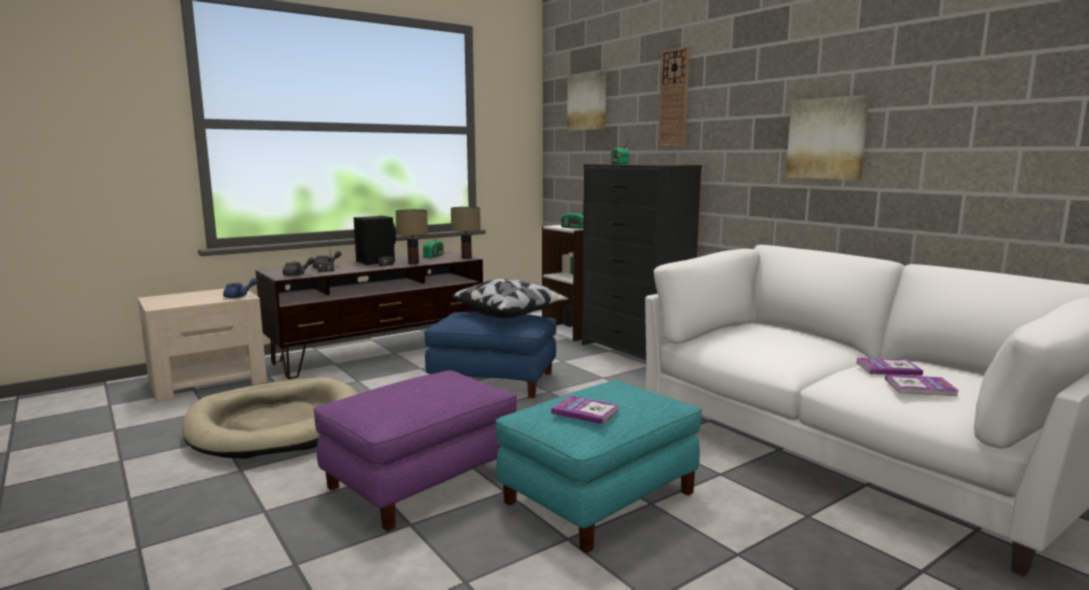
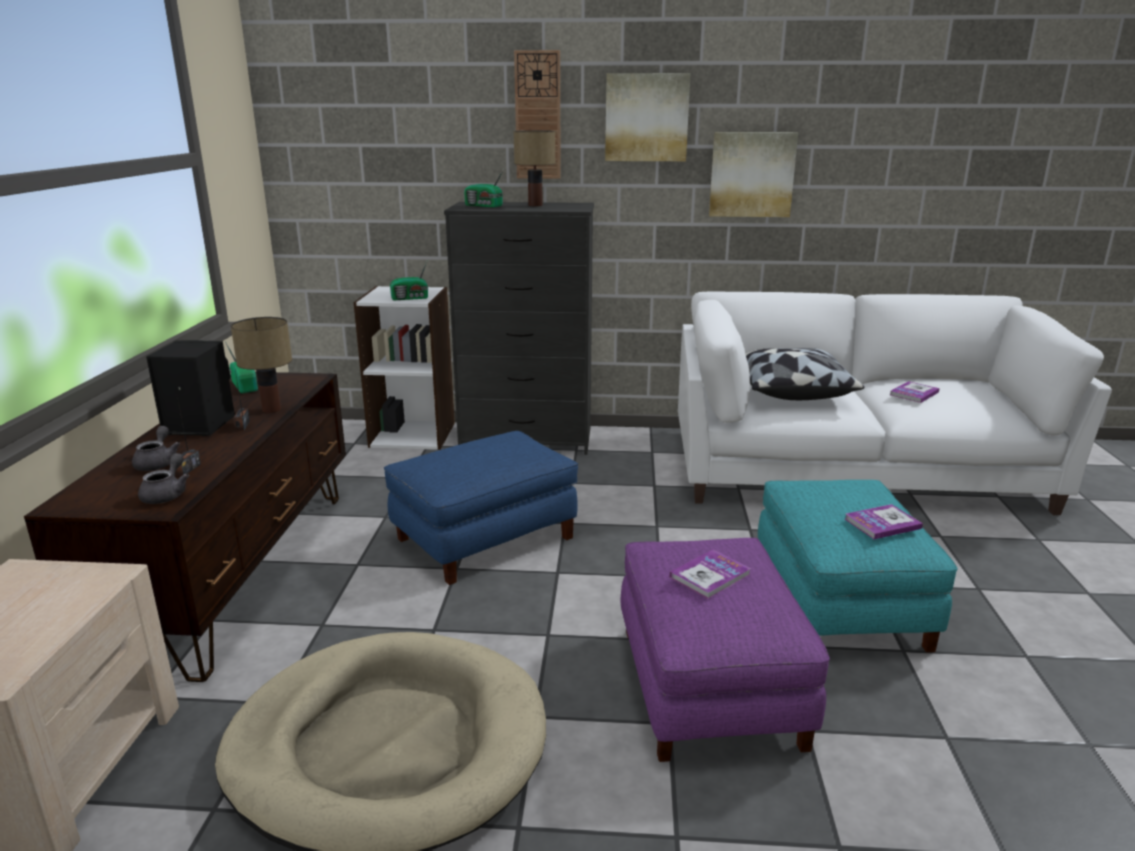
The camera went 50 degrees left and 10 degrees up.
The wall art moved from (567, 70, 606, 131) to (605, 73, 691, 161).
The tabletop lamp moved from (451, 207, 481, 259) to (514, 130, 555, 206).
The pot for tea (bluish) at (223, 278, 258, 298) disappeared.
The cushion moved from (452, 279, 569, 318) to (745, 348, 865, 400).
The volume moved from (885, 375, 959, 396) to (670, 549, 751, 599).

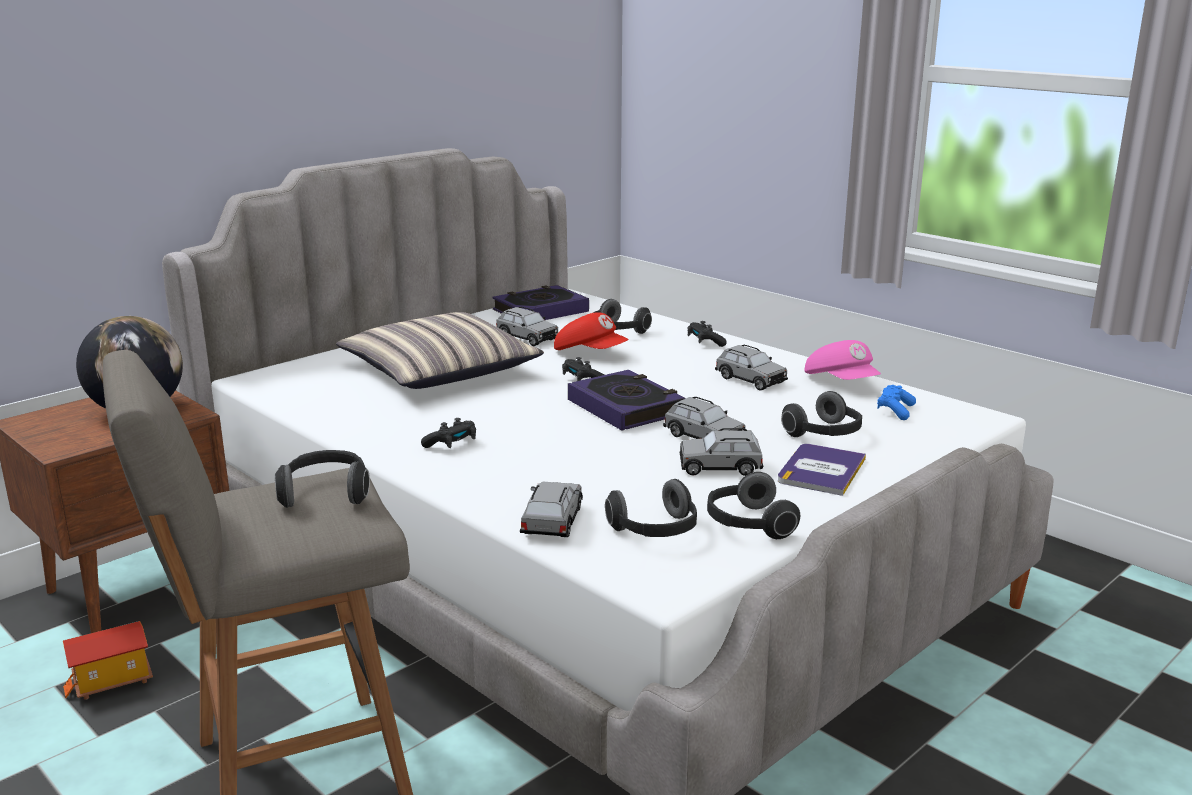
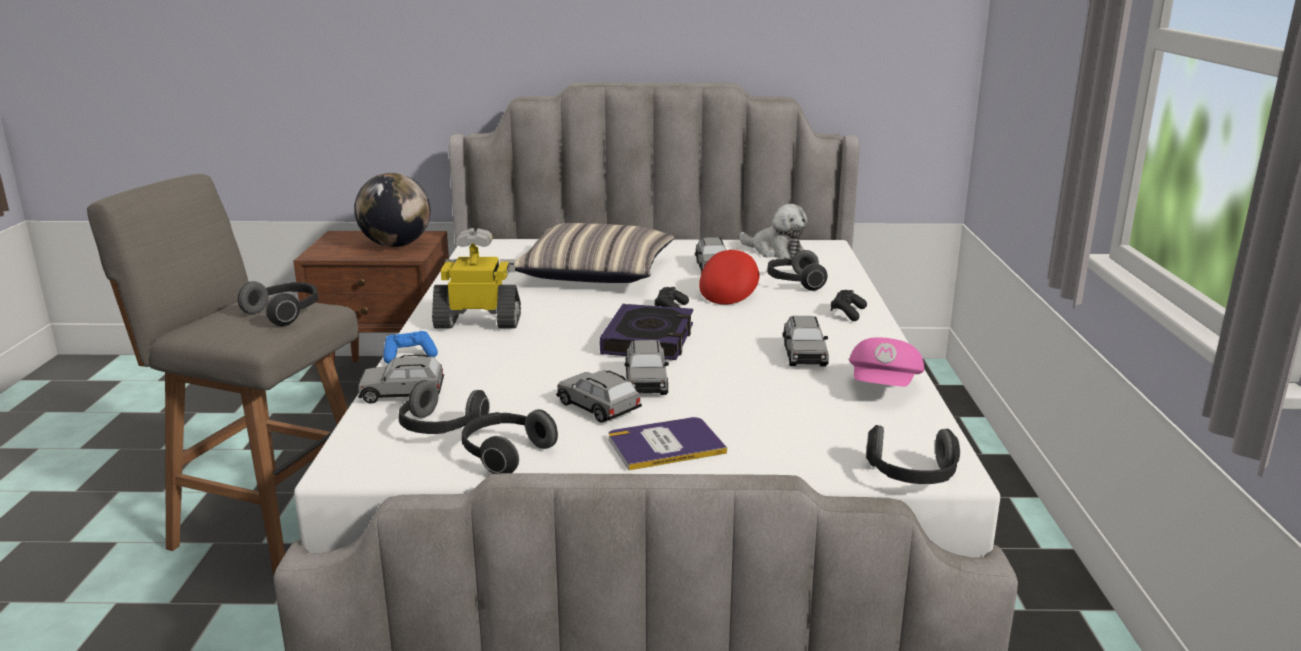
The camera went 45 degrees right and 0 degrees up.
The volume at (492, 285, 589, 320) was replaced by the plush toy at (739, 204, 808, 259).
The cap (reddish) at (554, 312, 629, 350) turned 150 degrees counterclockwise.
The gamepad (bluish) moved from (877, 385, 916, 420) to (383, 331, 438, 364).
The pair of headphones moved from (781, 391, 862, 437) to (866, 425, 960, 484).
The gamepad (blackish) at (421, 418, 476, 448) was replaced by the robot figure at (432, 228, 521, 328).
The miniature car (gray) at (520, 481, 583, 537) turned 150 degrees counterclockwise.
The model house at (63, 621, 153, 700) disappeared.

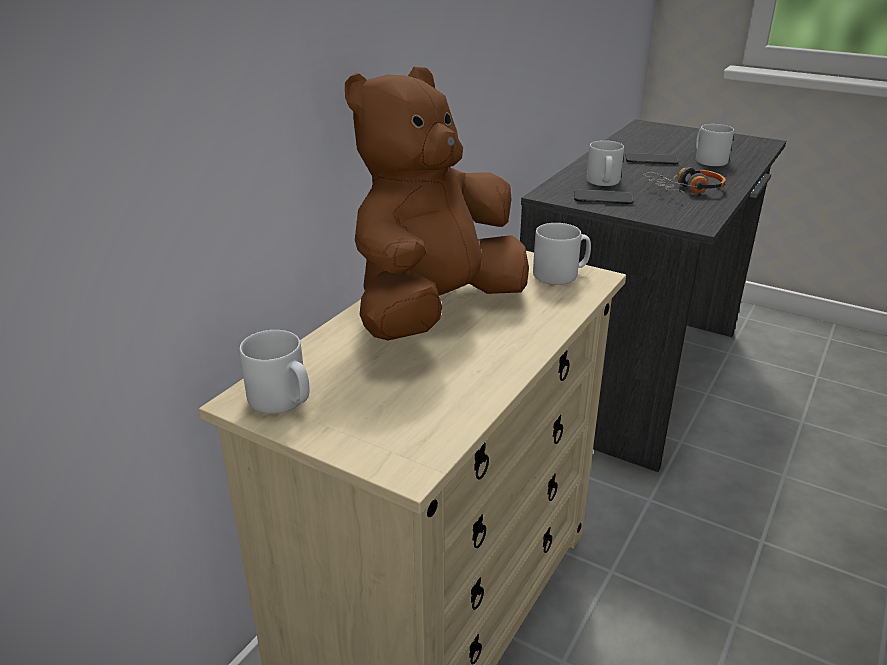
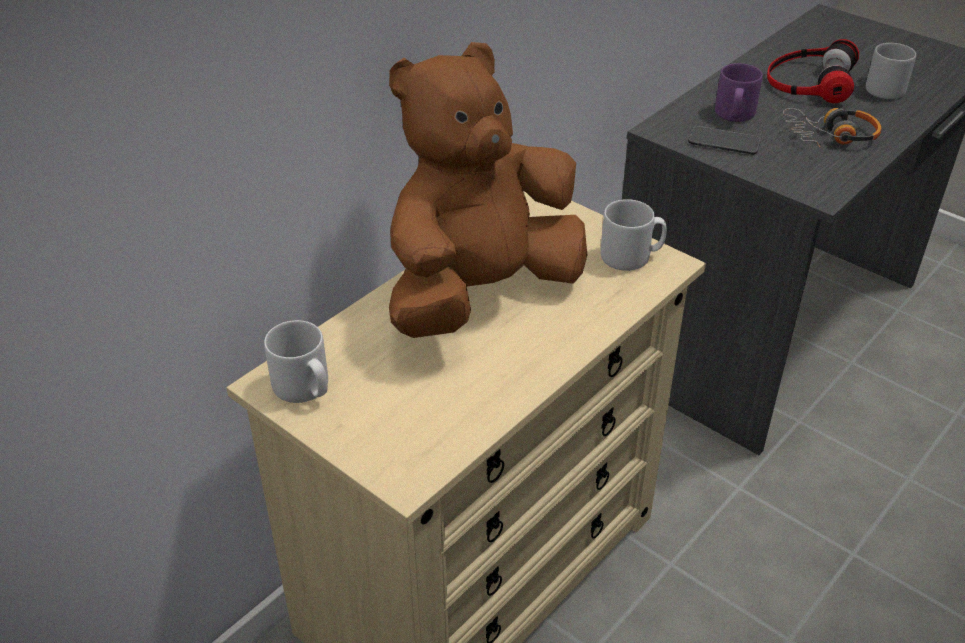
The camera went 10 degrees right and 10 degrees up.
The coffee mug (gray) at (586, 140, 624, 186) became the coffee mug (purple) at (715, 63, 763, 122).
The phone at (626, 153, 679, 164) was replaced by the pair of headphones at (767, 39, 859, 103).

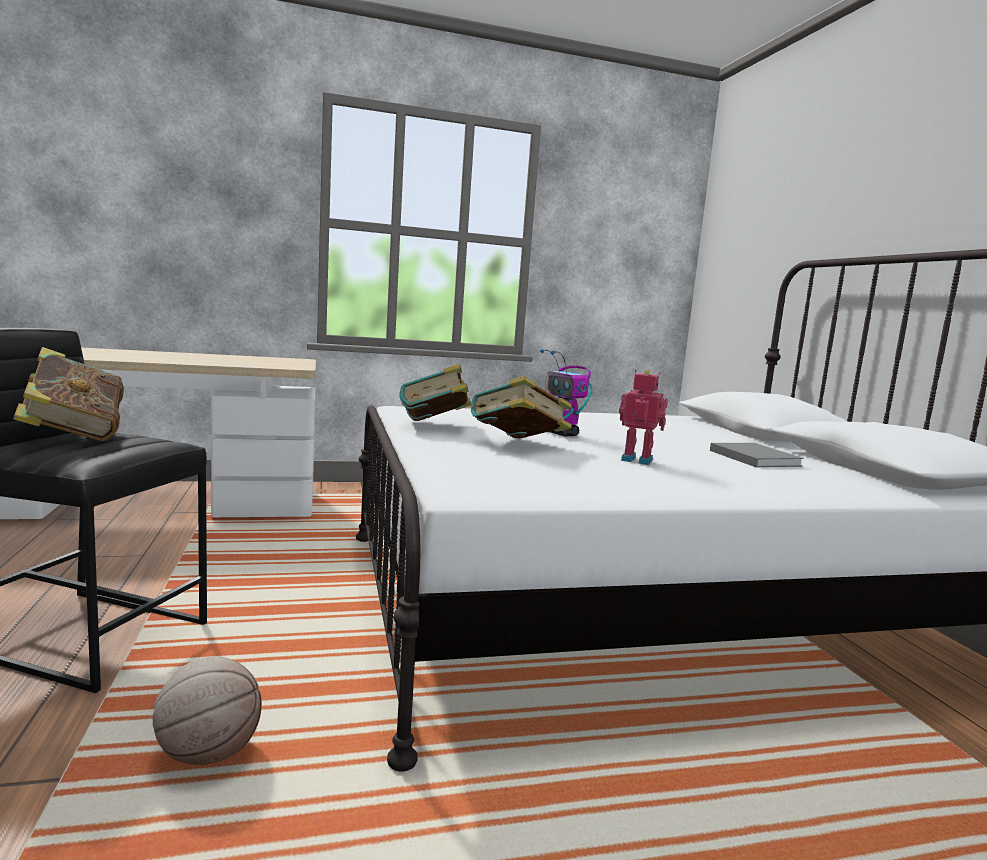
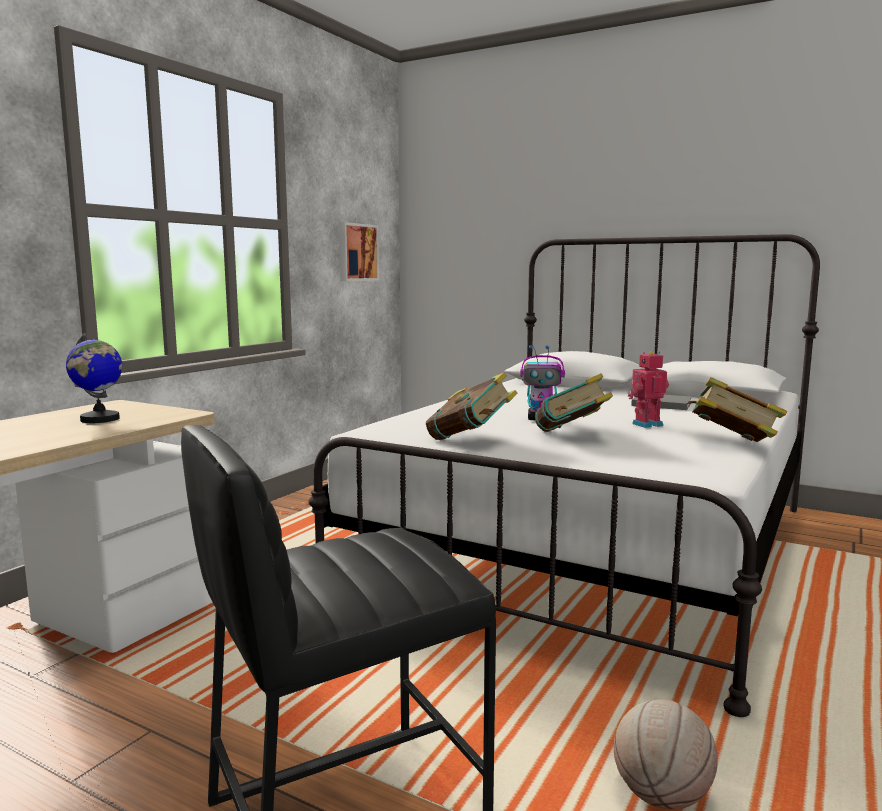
The camera went 45 degrees left and 0 degrees up.
The volume moved from (13, 347, 124, 441) to (687, 377, 787, 442).
The wall art at (339, 222, 379, 281) appeared.
The desk globe at (66, 333, 122, 423) appeared.

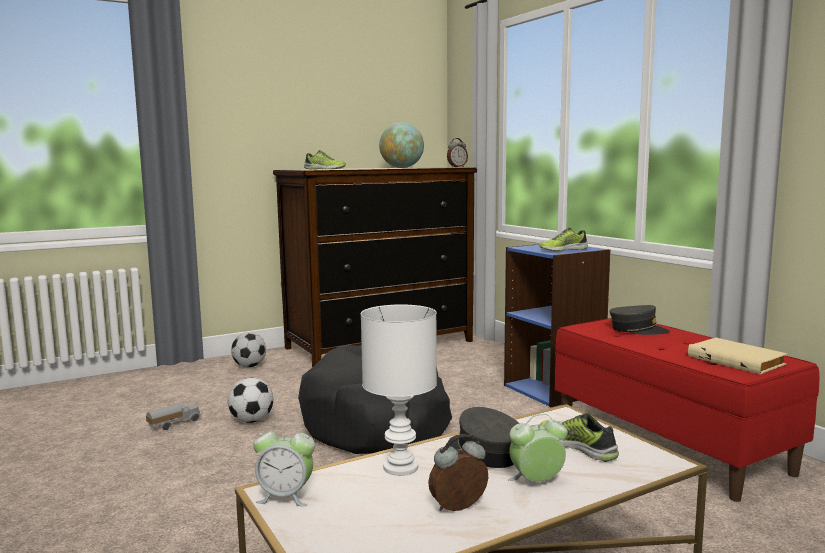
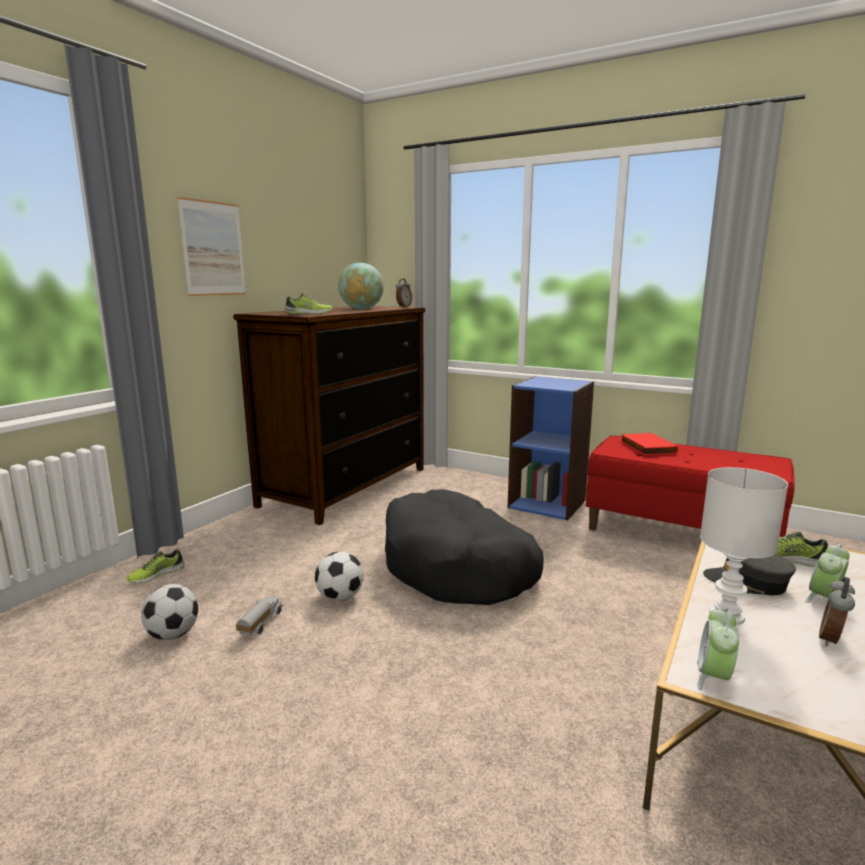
The camera went 30 degrees left and 5 degrees up.
The item of footwear moved from (539, 227, 588, 251) to (127, 549, 185, 583).
The cap (gray) at (609, 305, 670, 335) was replaced by the volume (reddish) at (620, 433, 678, 455).
The ball for football moved from (231, 332, 266, 367) to (141, 584, 198, 640).
The volume (sand-coloured) at (688, 338, 787, 375) disappeared.
The alarm clock at (253, 423, 315, 506) turned 135 degrees clockwise.
The wall art at (177, 197, 246, 296) appeared.

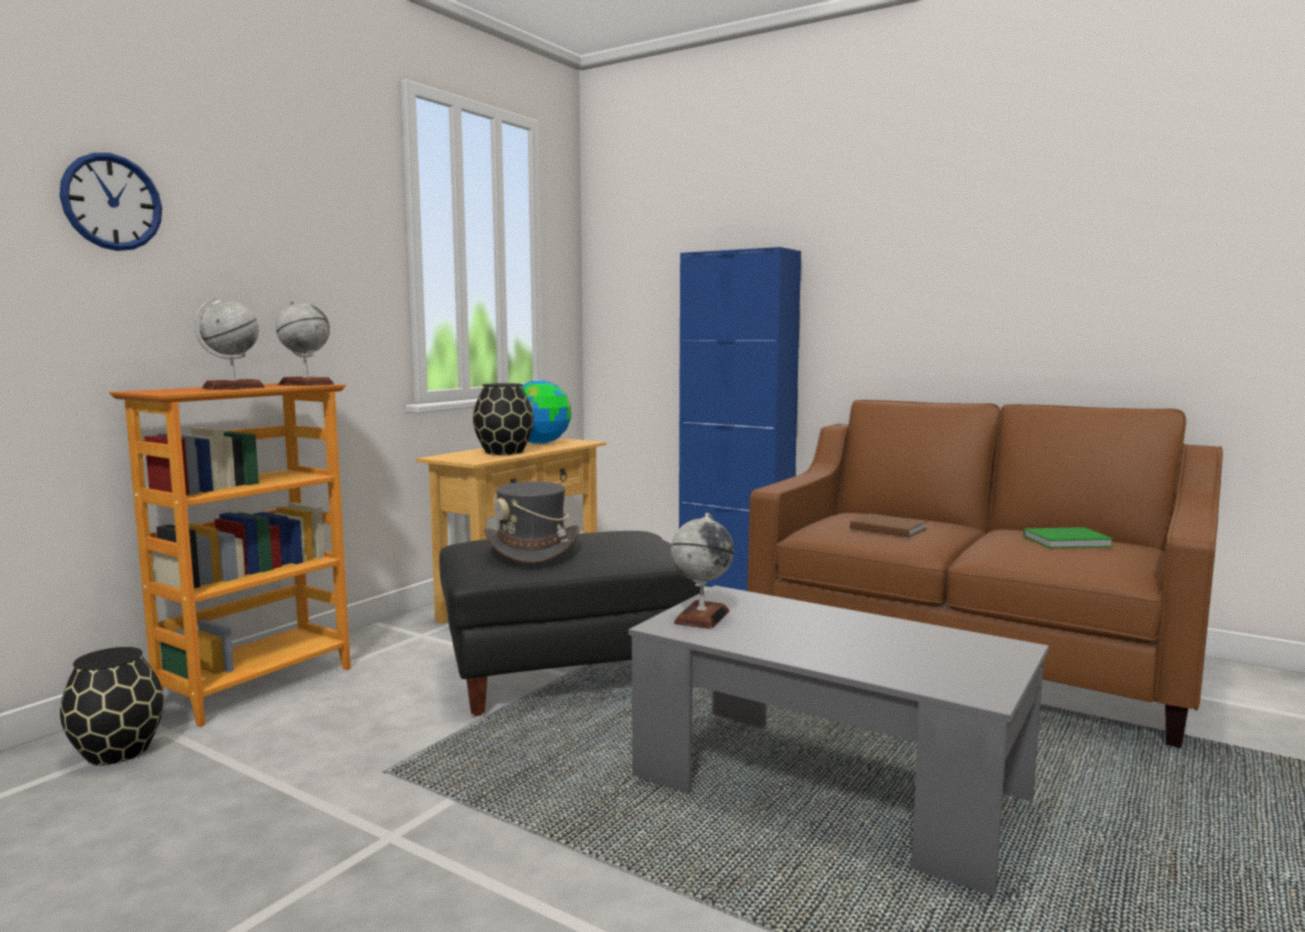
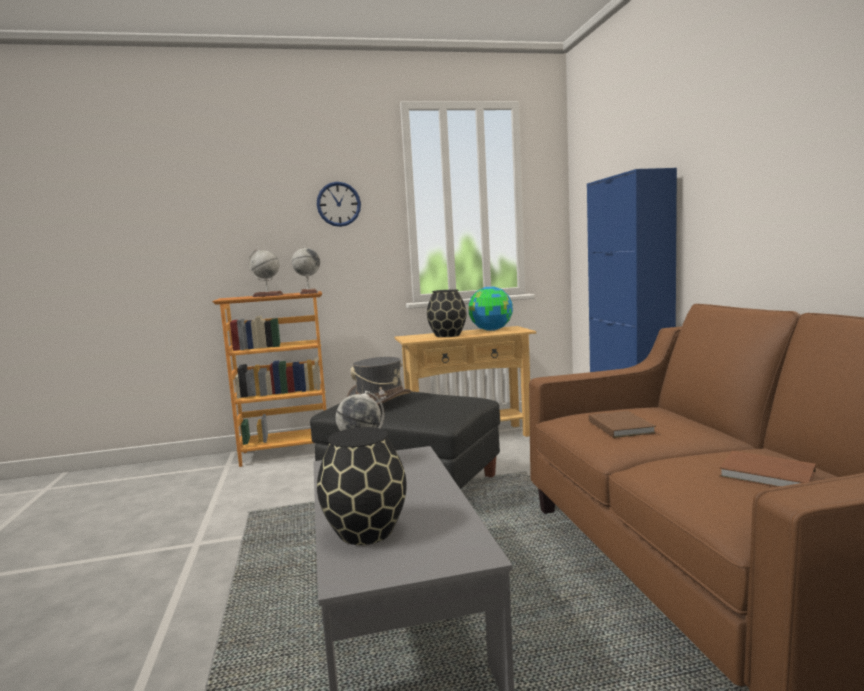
The camera went 45 degrees right and 0 degrees up.
The hanging clock moved from (60, 153, 162, 251) to (317, 182, 361, 227).
The volume (green) at (1023, 527, 1114, 549) became the volume (brownish) at (719, 451, 816, 487).
The decorative vase (blackish) moved from (60, 647, 164, 765) to (317, 427, 407, 545).

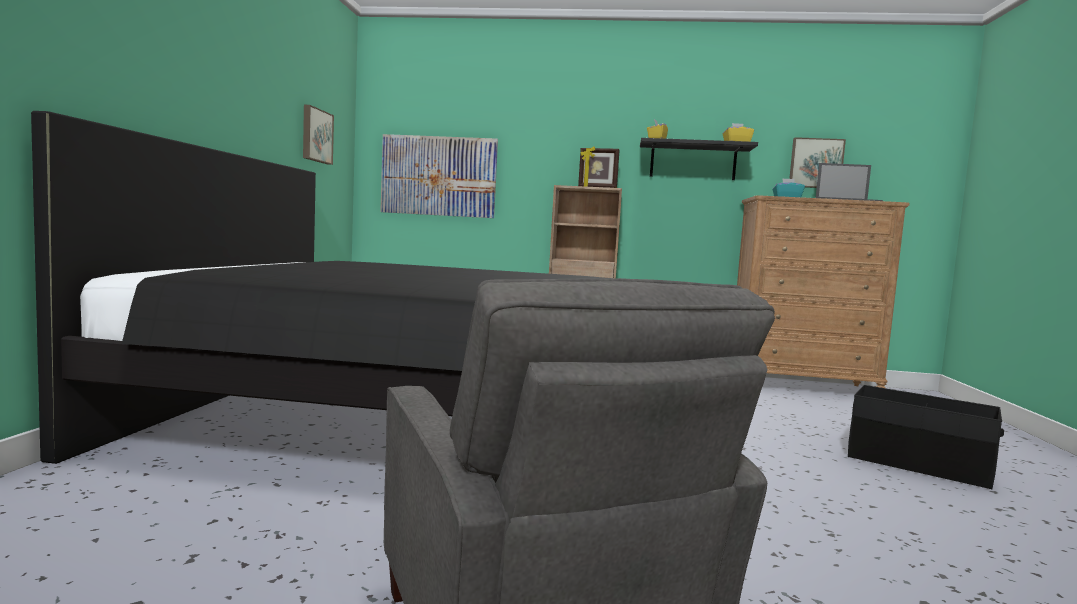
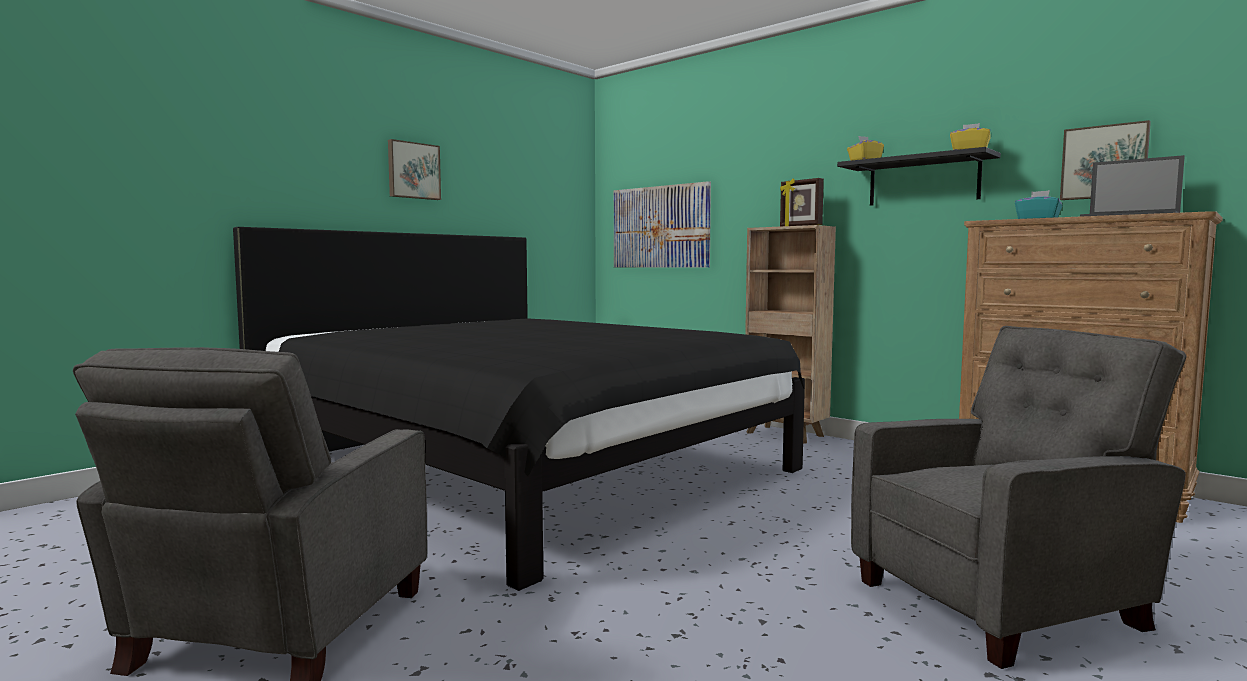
The camera went 35 degrees right and 0 degrees up.
The wall art moved from (303, 105, 334, 165) to (388, 139, 441, 200).
The storage bin (blackish) at (848, 385, 1004, 490) was replaced by the lounge chair (gray) at (851, 326, 1186, 669).

